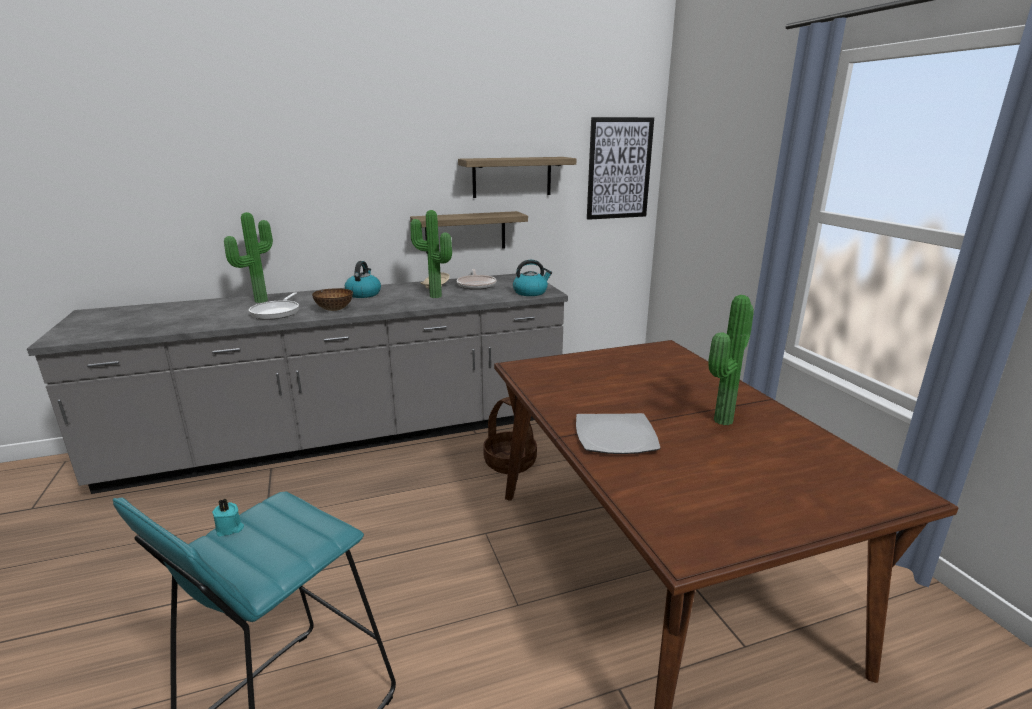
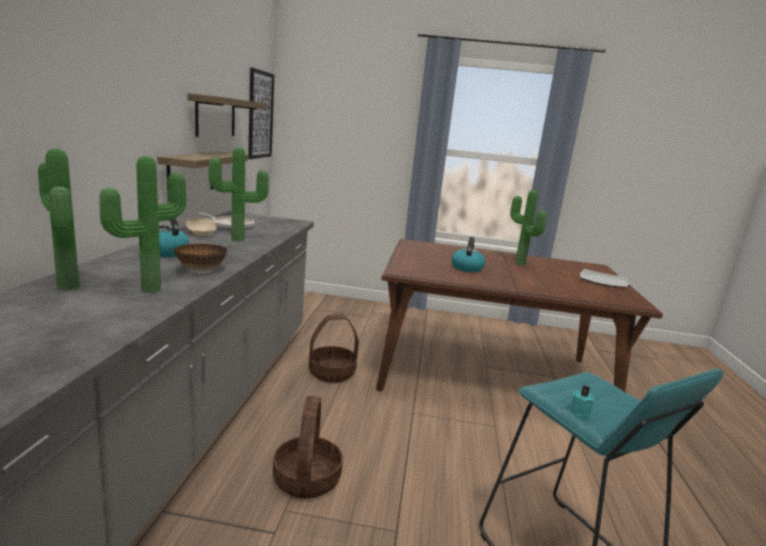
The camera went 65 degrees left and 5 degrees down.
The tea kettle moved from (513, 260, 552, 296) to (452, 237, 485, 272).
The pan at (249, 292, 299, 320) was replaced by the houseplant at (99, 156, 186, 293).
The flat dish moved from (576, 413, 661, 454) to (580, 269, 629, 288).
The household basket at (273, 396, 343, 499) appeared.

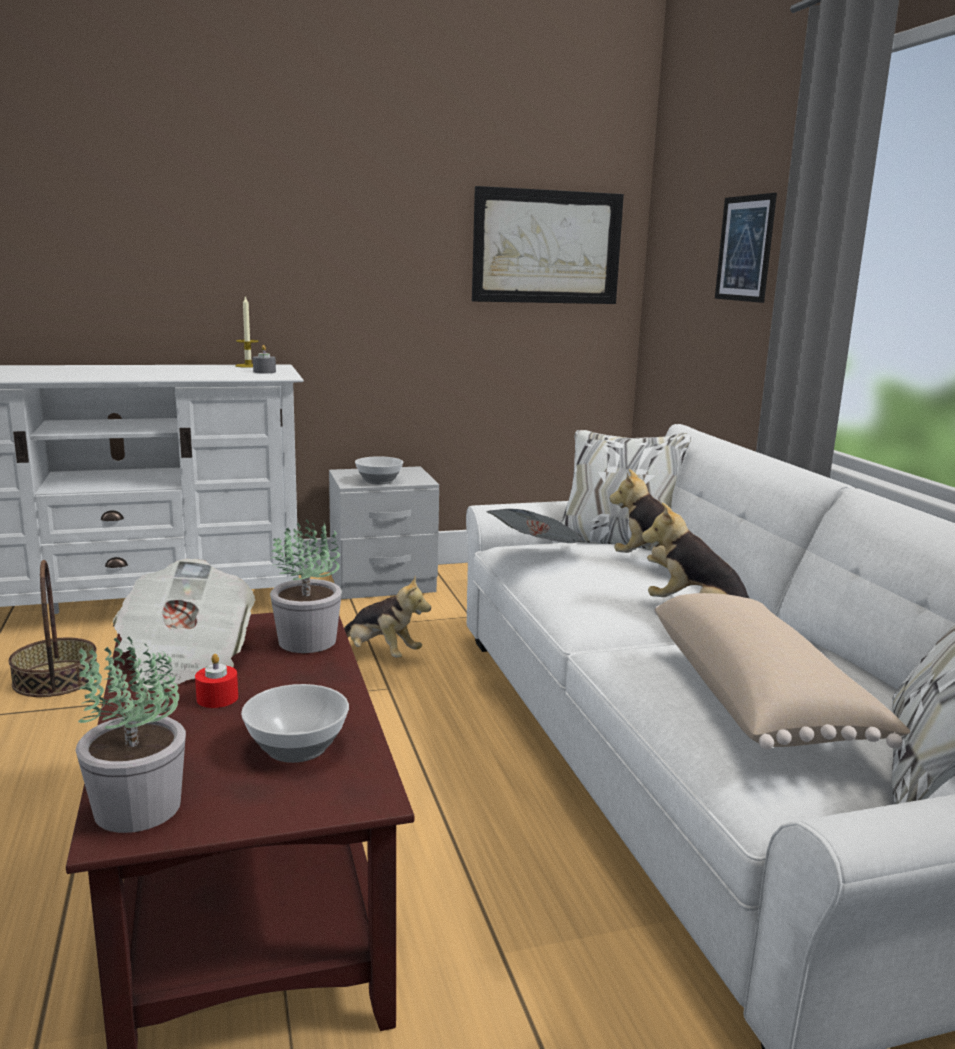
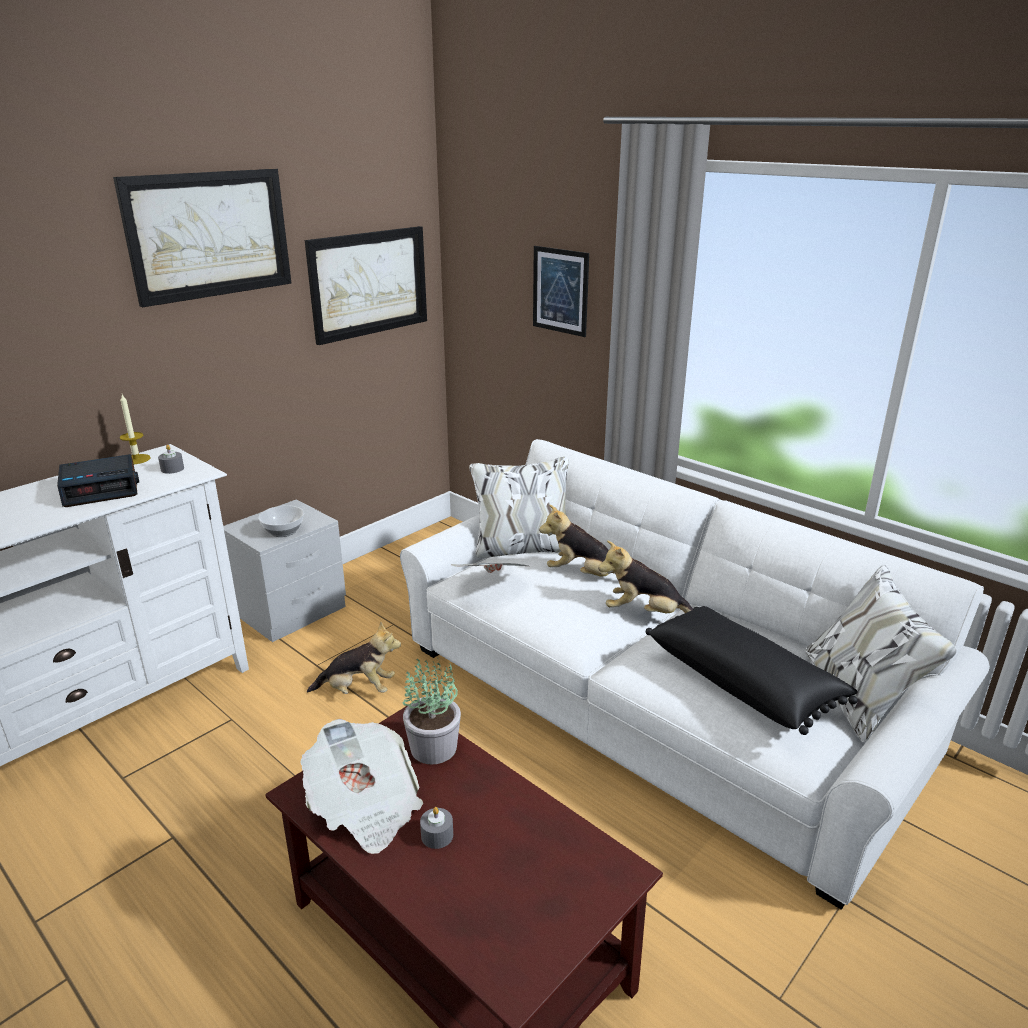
The camera went 30 degrees left and 10 degrees up.
The household basket at (9, 560, 97, 697) disappeared.
The cushion (sand-coloured) at (654, 593, 910, 750) became the cushion (blackish) at (646, 606, 858, 735).
The houseplant at (75, 637, 186, 833) disappeared.
The wax light (reddish) at (195, 654, 238, 708) became the wax light (gray) at (420, 807, 453, 849).
The bowl at (241, 684, 349, 763) disappeared.
The wall art at (113, 169, 291, 307) appeared.
The alarm clock at (57, 454, 139, 507) appeared.

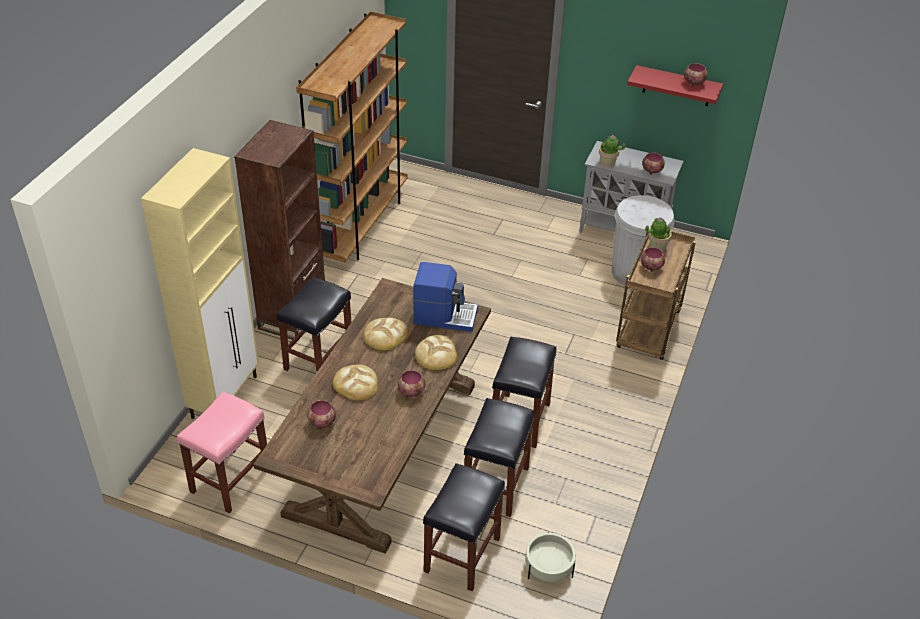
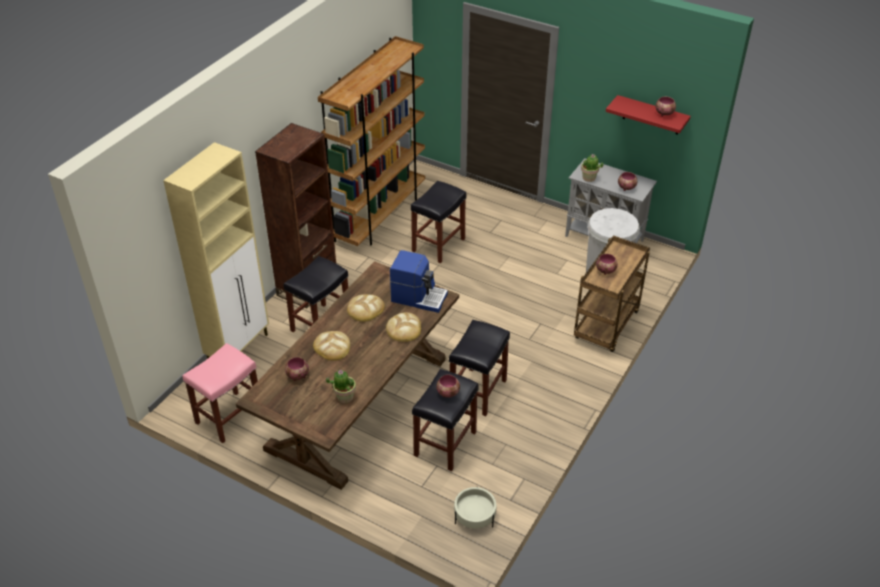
The camera went 10 degrees right and 0 degrees up.
The houseplant moved from (645, 217, 672, 252) to (326, 370, 356, 403).
The bowl moved from (398, 370, 425, 397) to (436, 375, 460, 398).
The stool (blackish) moved from (423, 463, 505, 591) to (410, 181, 466, 263).

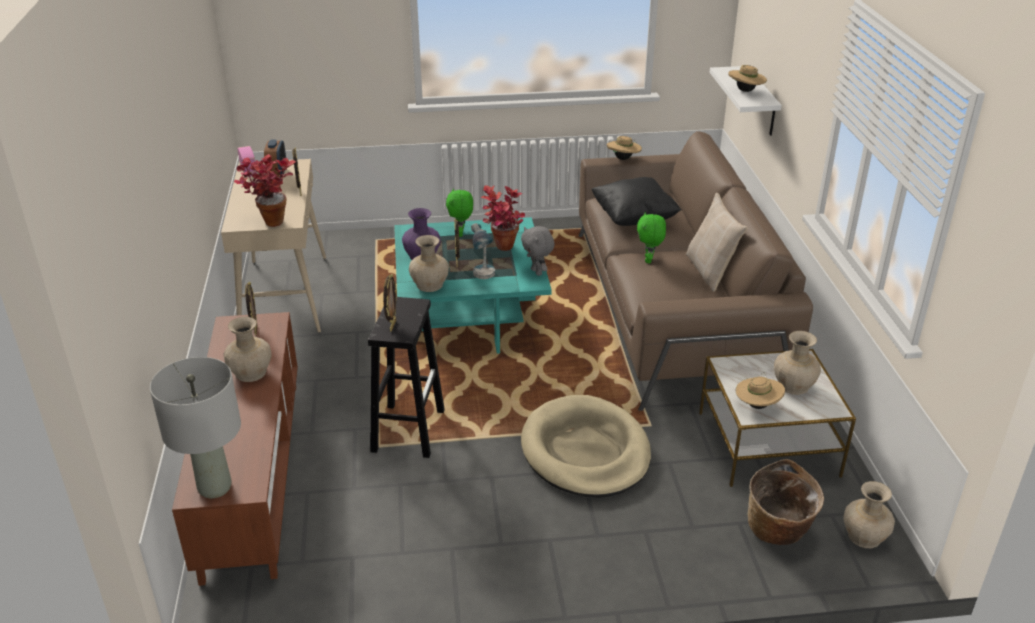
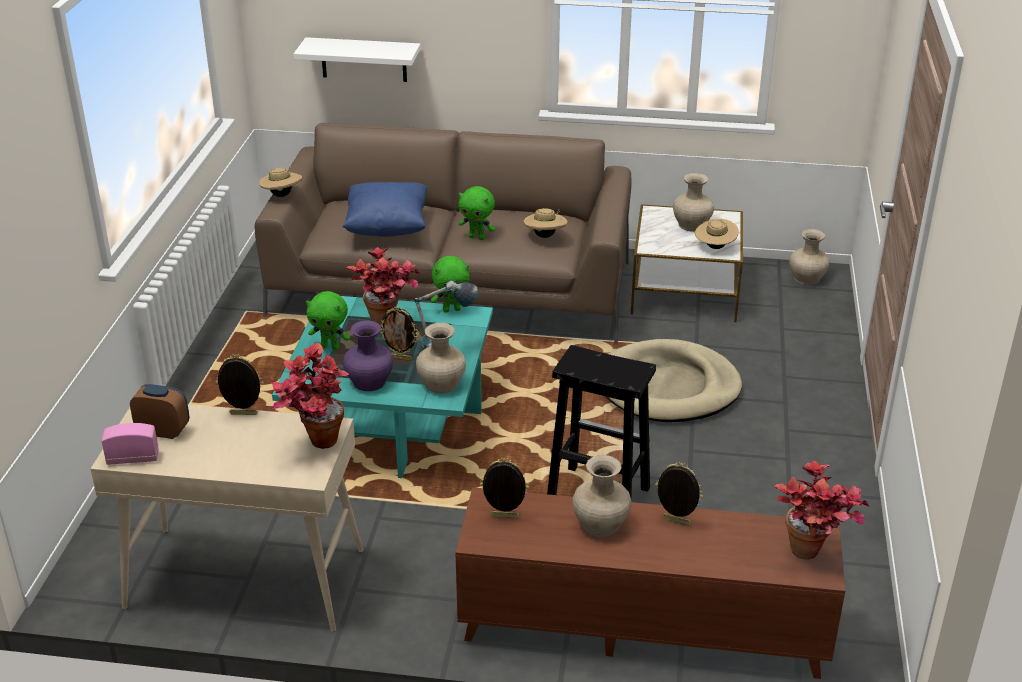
The camera went 75 degrees left and 0 degrees up.
The wearable hat (sand-coloured) moved from (728, 65, 767, 92) to (524, 208, 568, 238).
The cushion (blackish) at (591, 177, 682, 226) became the cushion (bluish) at (342, 182, 428, 237).
The cushion (sand-coloured) at (686, 193, 748, 292) disappeared.
The plush toy (gray) at (521, 226, 555, 276) became the plush toy (green) at (431, 256, 469, 312).
The photo frame moved from (384, 274, 397, 332) to (656, 462, 703, 525).
The tabletop lamp (gray) at (150, 357, 241, 498) was replaced by the houseplant at (775, 461, 869, 560).
The household basket at (748, 459, 824, 545) disappeared.

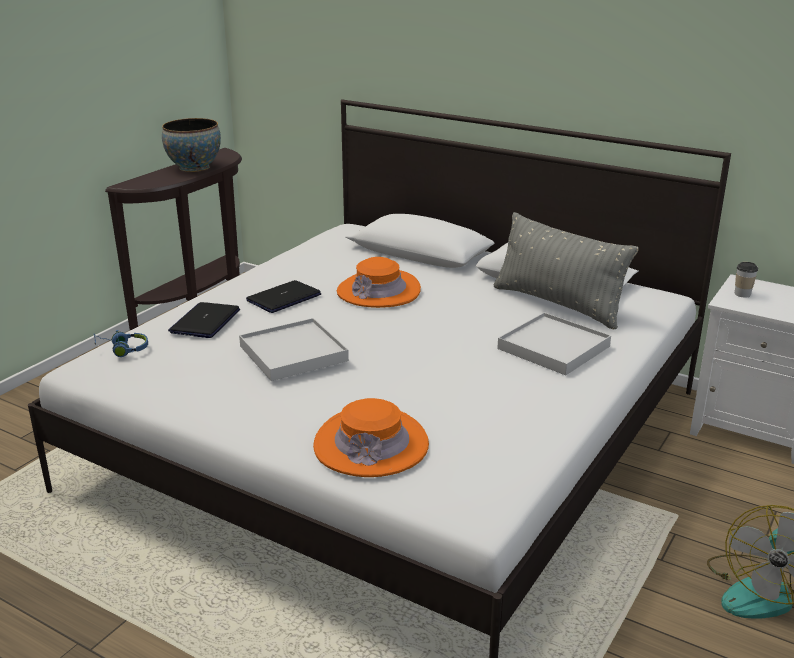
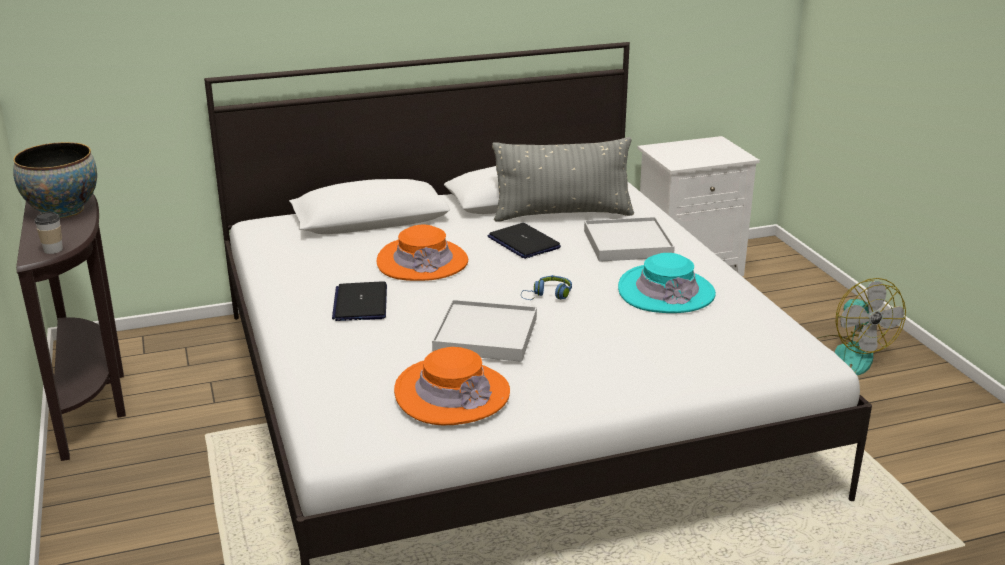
The camera went 50 degrees left and 0 degrees up.
The cup moved from (735, 262, 758, 297) to (35, 212, 63, 254).
The notebook computer moved from (168, 302, 240, 338) to (488, 223, 561, 259).
The pair of headphones (bluish) moved from (94, 330, 148, 357) to (521, 275, 572, 300).
The wearable hat (orange-coloured) moved from (313, 398, 429, 477) to (394, 347, 510, 425).
The wearable hat (turquoise) at (618, 253, 716, 313) appeared.

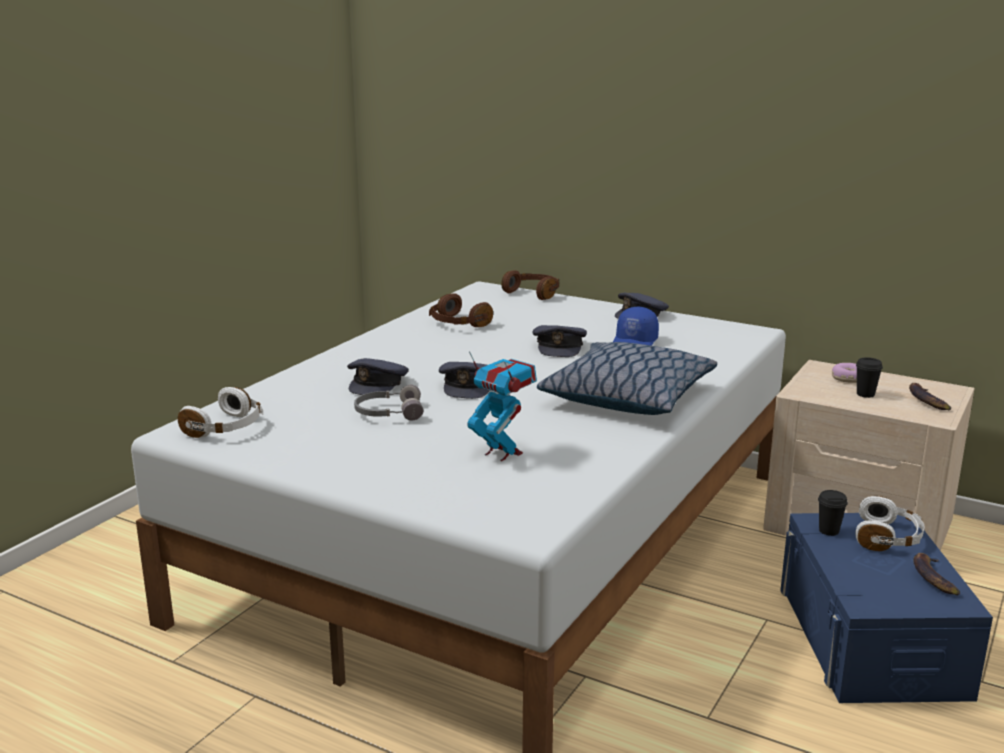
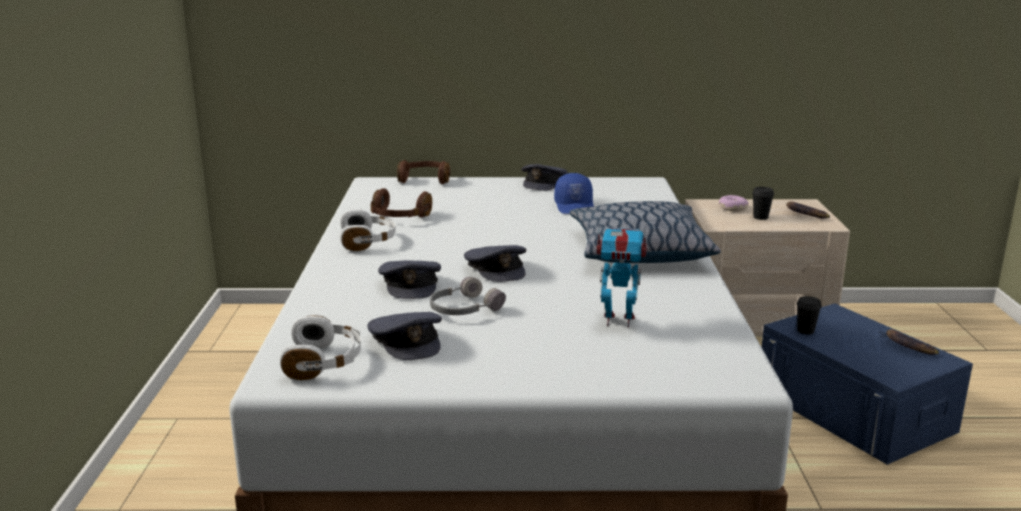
The camera went 30 degrees left and 0 degrees up.
The cap (gray) moved from (532, 325, 587, 357) to (367, 312, 442, 360).
The pair of headphones (whitish) moved from (855, 496, 925, 551) to (340, 209, 395, 251).

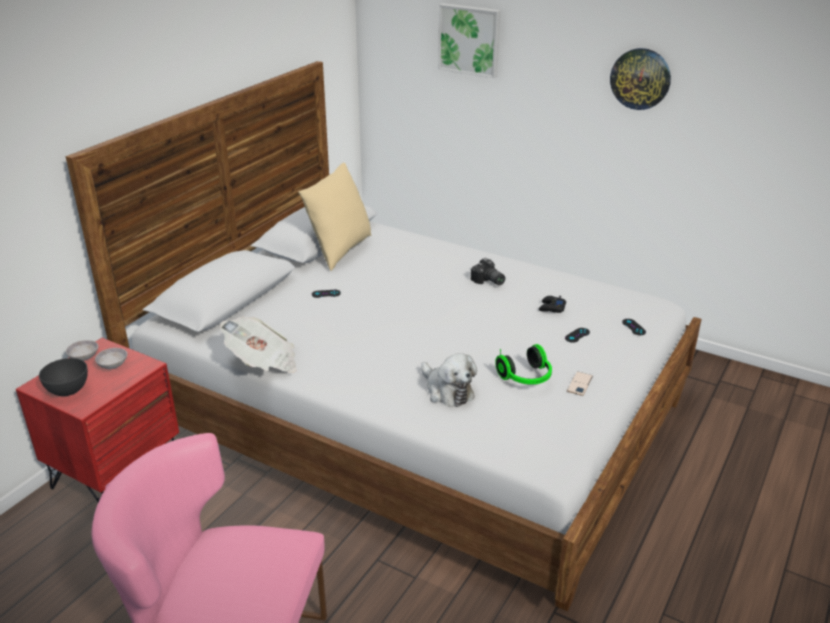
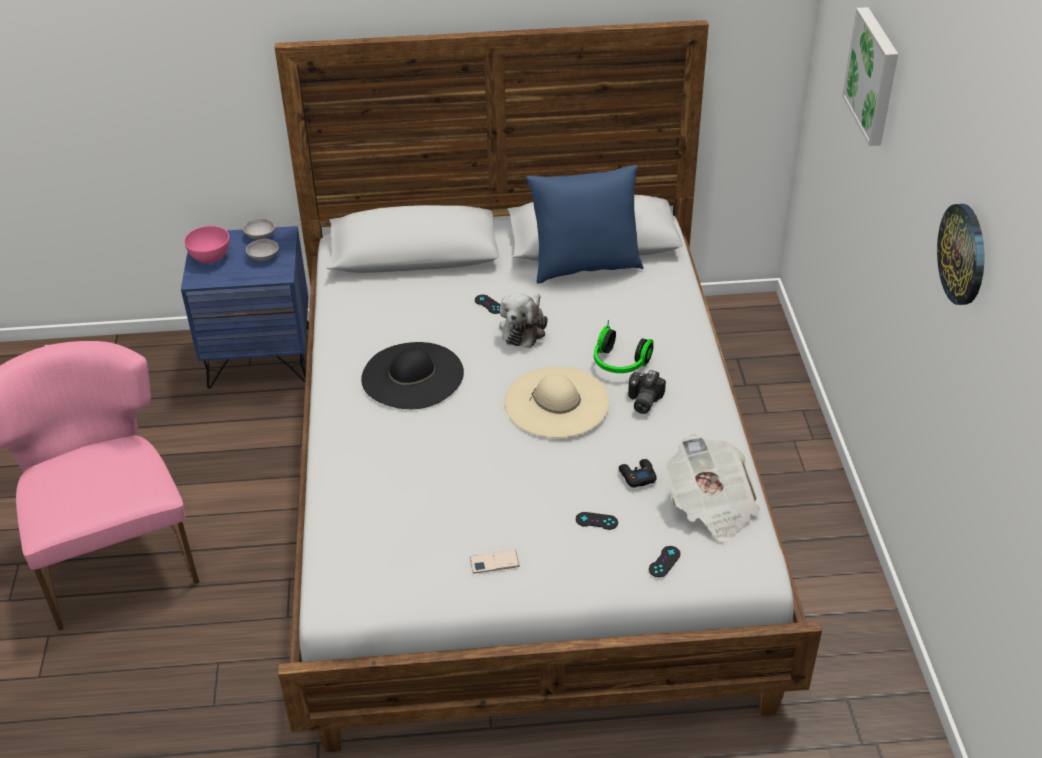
The camera went 55 degrees right and 10 degrees up.
The cushion (sand-coloured) at (298, 163, 371, 271) became the cushion (bluish) at (526, 165, 643, 283).
The printed paper moved from (220, 317, 297, 373) to (666, 435, 760, 543).
The night table (reddish) at (16, 338, 179, 502) became the night table (bluish) at (181, 226, 309, 389).
The pair of headphones moved from (495, 344, 552, 385) to (594, 320, 654, 373).
The plush toy moved from (421, 353, 477, 407) to (499, 293, 548, 348).
The bowl (gray) at (39, 358, 88, 396) became the bowl (pink-coloured) at (184, 226, 230, 263).
The wearable hat (blackish) at (361, 342, 464, 409) appeared.
The wearable hat (sand-coloured) at (505, 367, 609, 438) appeared.

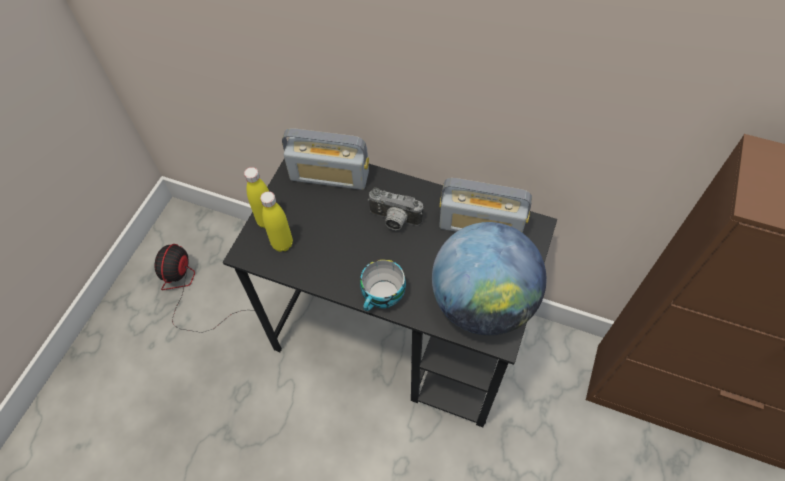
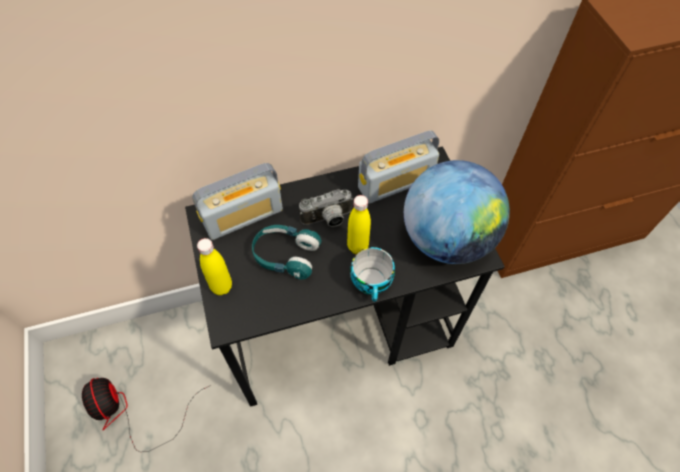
The camera went 40 degrees left and 0 degrees up.
The beverage bottle (yellow) moved from (260, 191, 293, 252) to (347, 195, 371, 254).
The pair of headphones (turquoise) at (252, 225, 321, 279) appeared.

